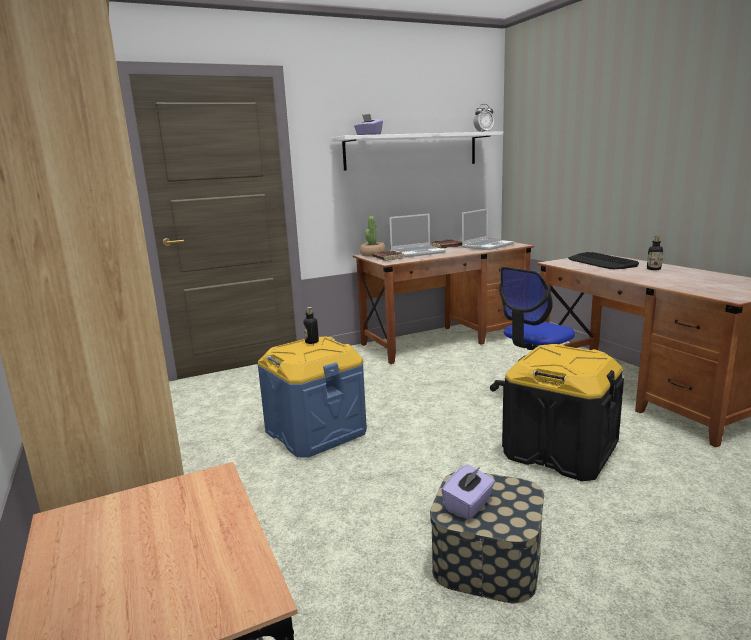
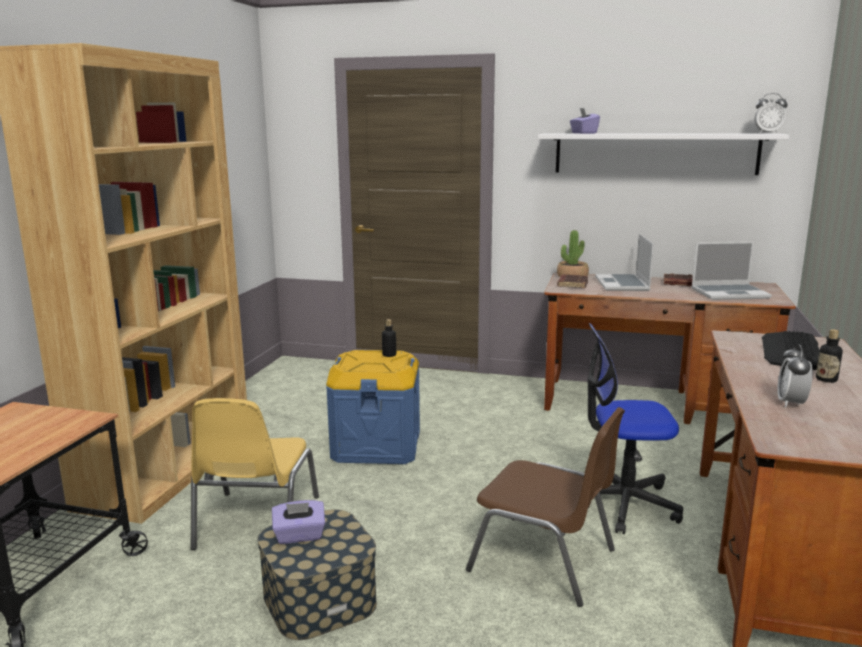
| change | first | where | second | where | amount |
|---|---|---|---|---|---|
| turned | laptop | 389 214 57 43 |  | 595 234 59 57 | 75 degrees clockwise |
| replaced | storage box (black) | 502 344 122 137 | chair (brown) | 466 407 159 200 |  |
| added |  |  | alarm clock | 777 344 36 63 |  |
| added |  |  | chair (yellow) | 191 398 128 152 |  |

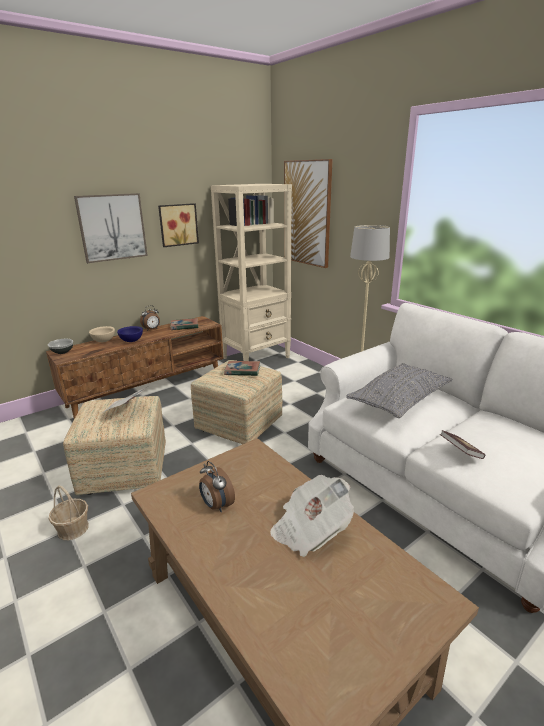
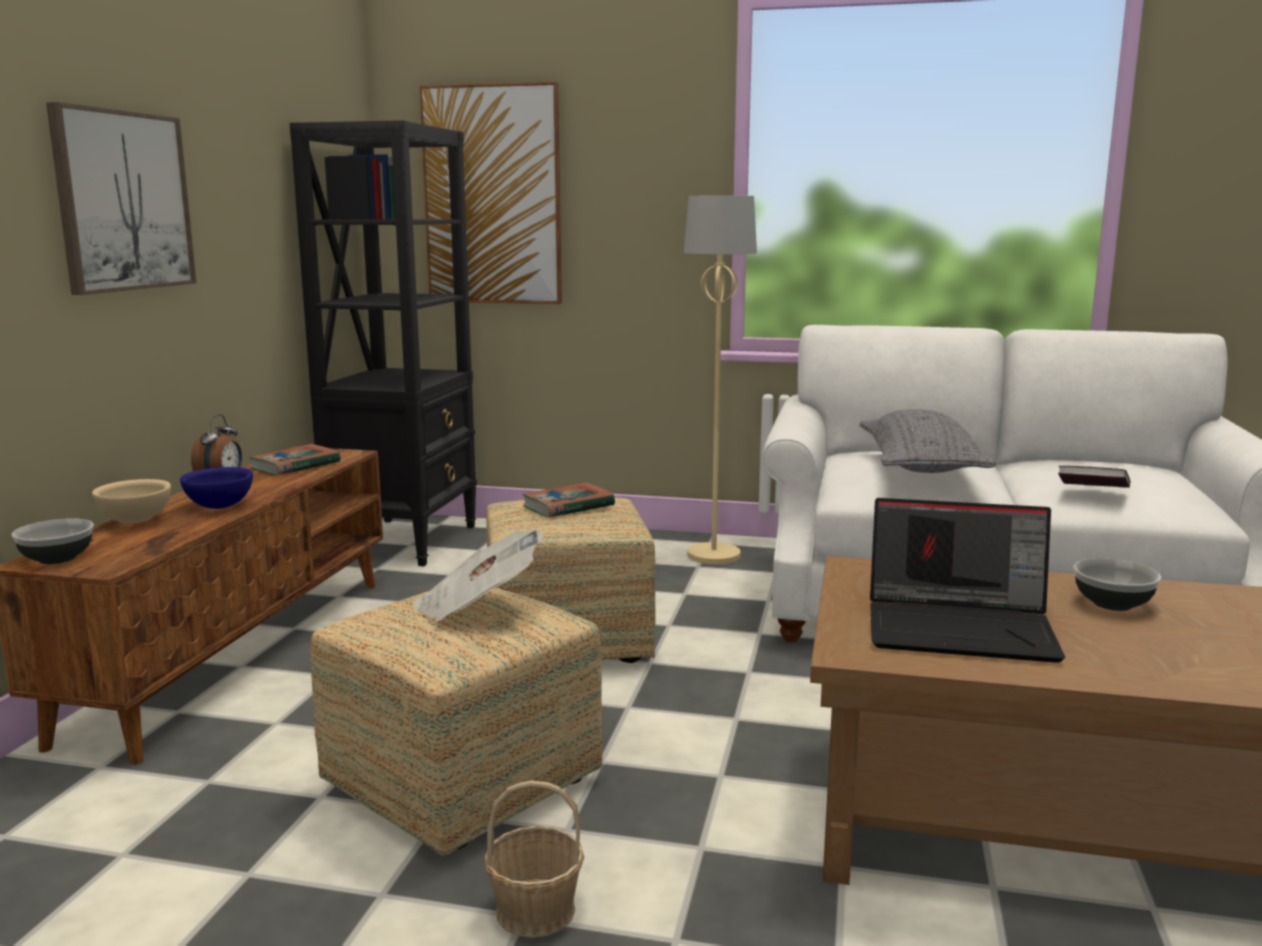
| change | first | where | second | where | amount |
|---|---|---|---|---|---|
| recoloured | bookcase (beige) | 211 184 81 177 | bookcase (black) | 290 120 187 446 |  |
| removed | picture | 158 203 41 44 |  |  |  |
| replaced | alarm clock | 199 461 36 51 | laptop | 870 498 195 165 |  |
| replaced | newspaper | 270 475 84 82 | bowl | 1073 558 88 53 |  |

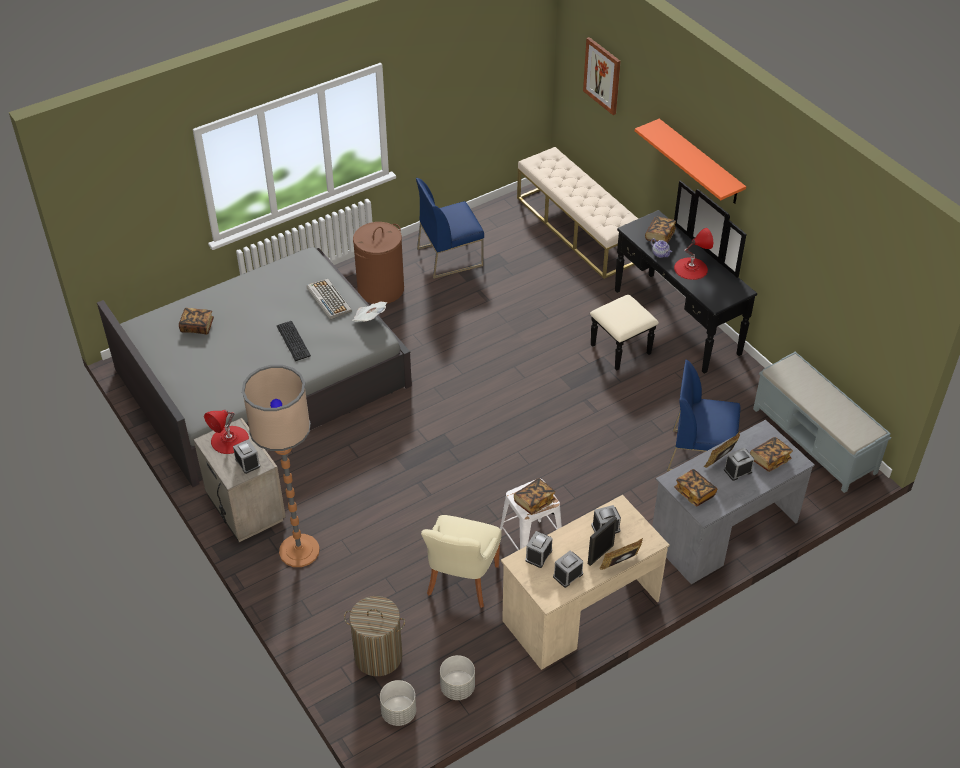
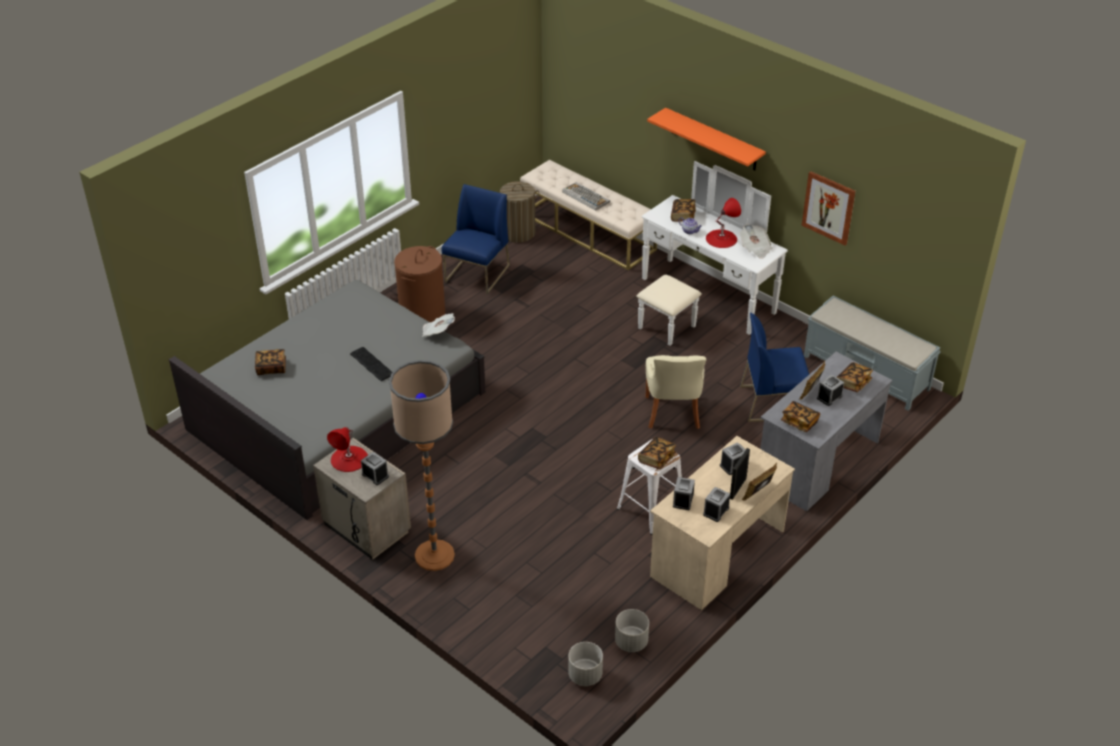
| change | first | where | second | where | amount |
|---|---|---|---|---|---|
| moved | picture | 583 37 38 78 |  | 802 171 54 74 |  |
| turned | chair (blue) | 416 178 68 101 |  | 442 184 68 110 | 150 degrees clockwise |
| recoloured | dresser (black) | 590 180 167 194 | dresser (white) | 636 161 152 185 |  |
| moved | keyboard | 307 278 45 42 |  | 562 182 48 29 |  |
| moved | chair (beige) | 421 515 81 93 |  | 646 355 60 74 |  |
| moved | laundry basket | 344 596 61 80 |  | 500 181 39 62 |  |
| added |  |  | newspaper | 740 224 33 35 |  |

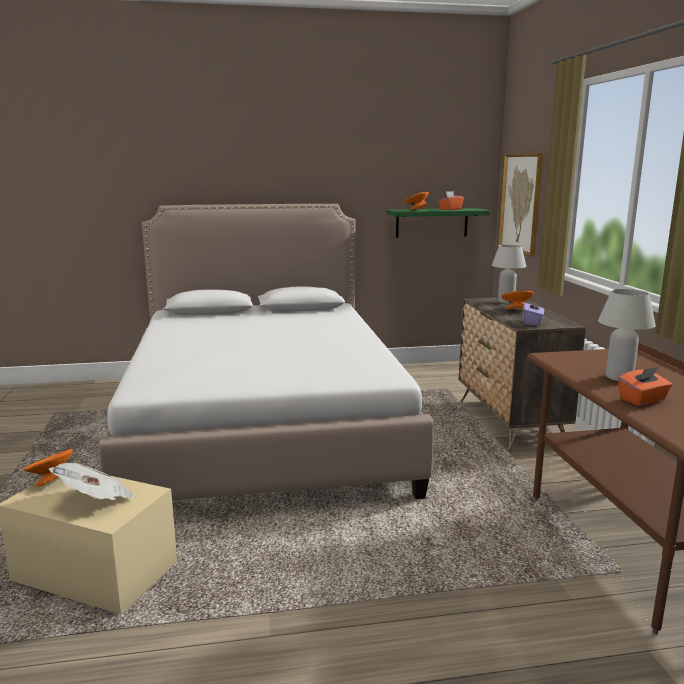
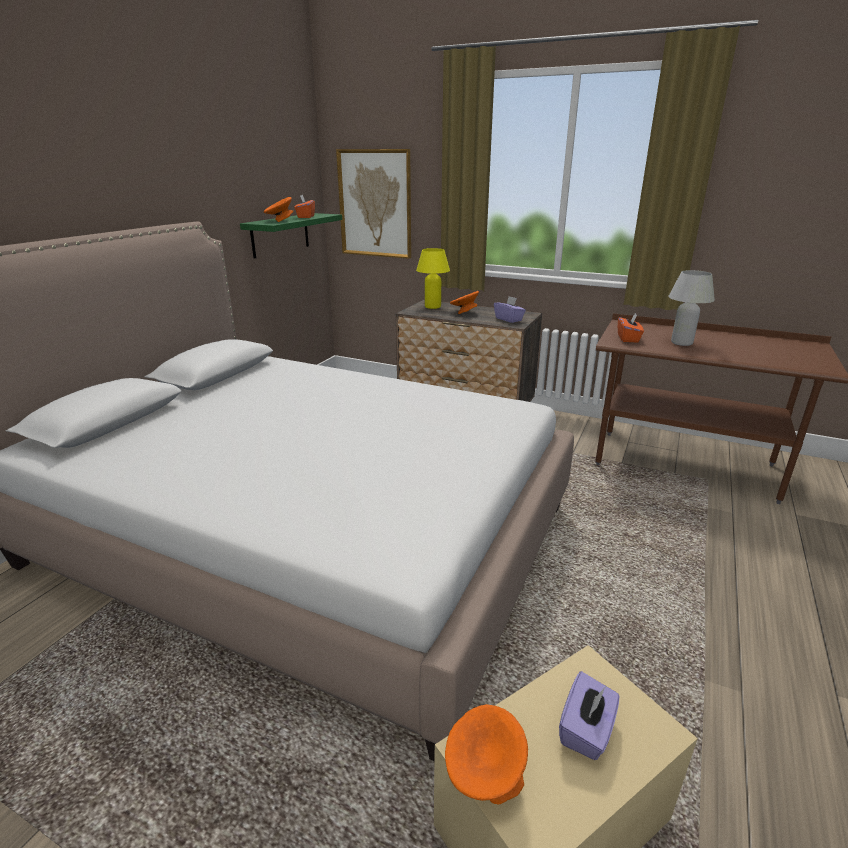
| change | first | where | second | where | amount |
|---|---|---|---|---|---|
| recoloured | table lamp (white) | 492 245 34 59 | table lamp (yellow) | 416 248 34 61 |  |
| moved | tissue box (orange) | 618 367 54 39 |  | 618 314 26 28 |  |
| replaced | newspaper | 49 463 87 37 | tissue box (purple) | 559 671 60 89 |  |

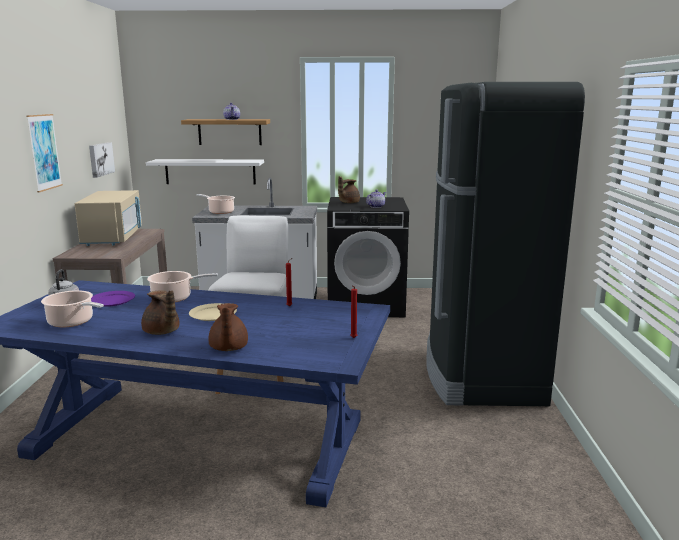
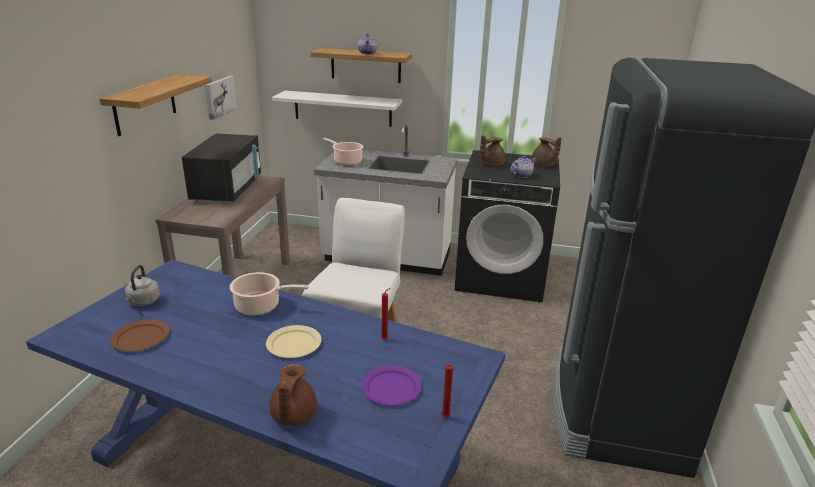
| change | first | where | second | where | amount |
|---|---|---|---|---|---|
| replaced | picture | 26 114 37 78 | shelf | 100 74 112 62 |  |
| recoloured | microwave (beige) | 75 190 67 56 | microwave (black) | 182 134 79 69 |  |
| replaced | cooking pot | 41 290 63 37 | plate (brown) | 110 319 60 33 |  |
| moved | teapot (brown) | 141 290 39 45 |  | 531 137 31 29 |  |
| moved | plate (purple) | 91 291 44 16 |  | 362 365 60 40 |  |

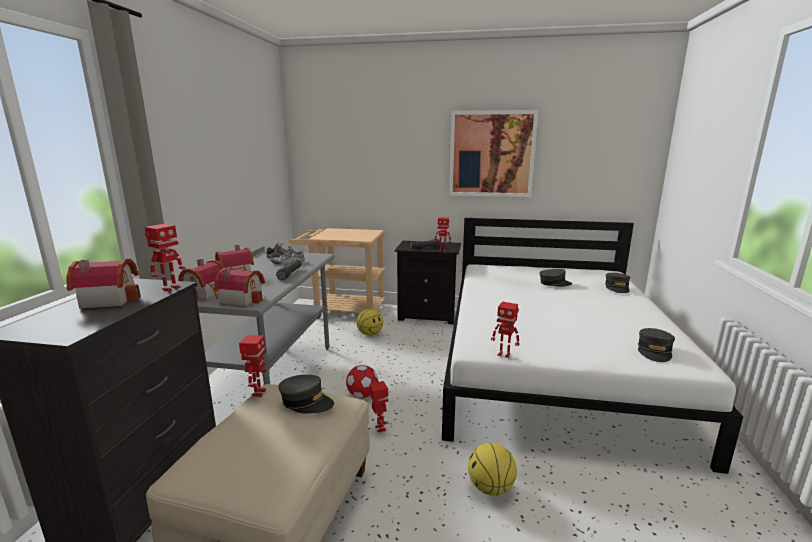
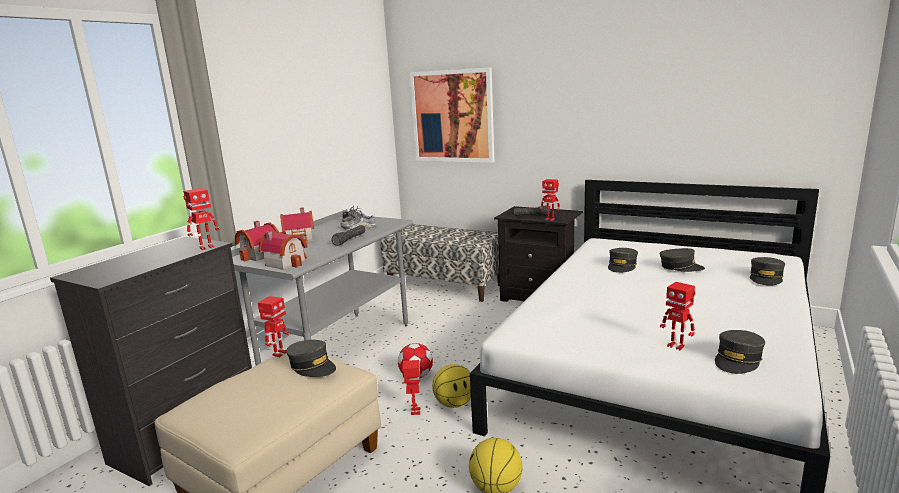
| change | first | where | second | where | amount |
|---|---|---|---|---|---|
| moved | picture | 449 110 89 87 |  | 410 67 84 96 |  |
| replaced | cart (beige) | 289 228 97 91 | bench | 380 224 120 78 |  |
| removed | toy house | 66 259 75 50 |  |  |  |
| moved | toy robot | 491 301 28 57 |  | 660 282 36 69 |  |
| moved | basketball | 356 309 27 26 |  | 432 364 39 44 |  |
| added |  |  | cap (grey) | 608 248 30 25 |  |

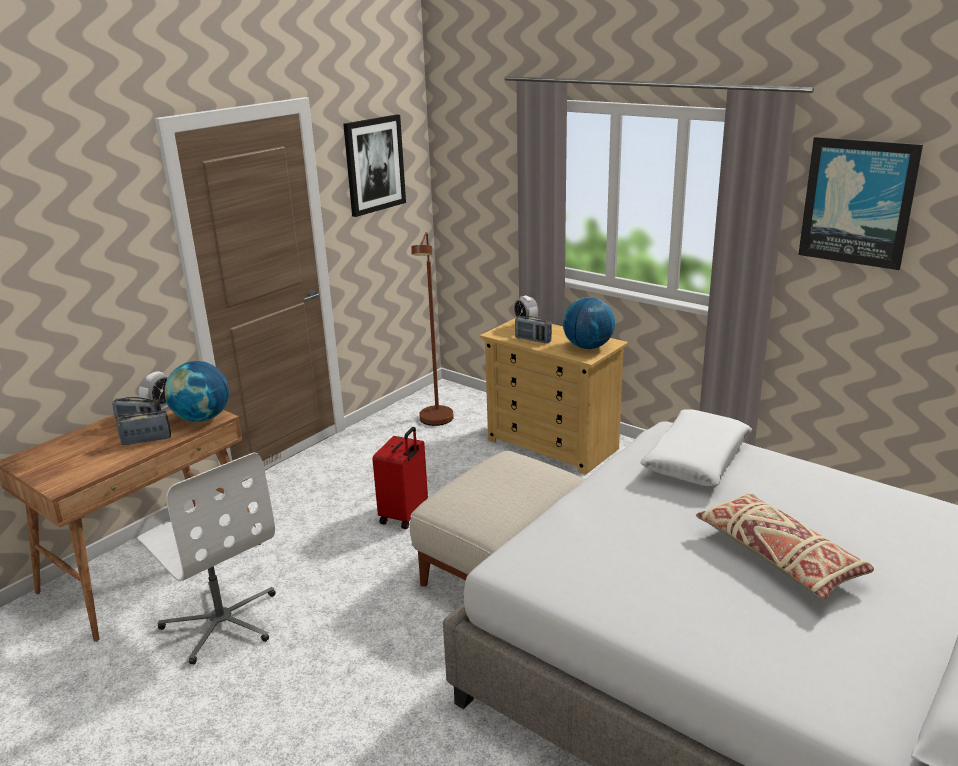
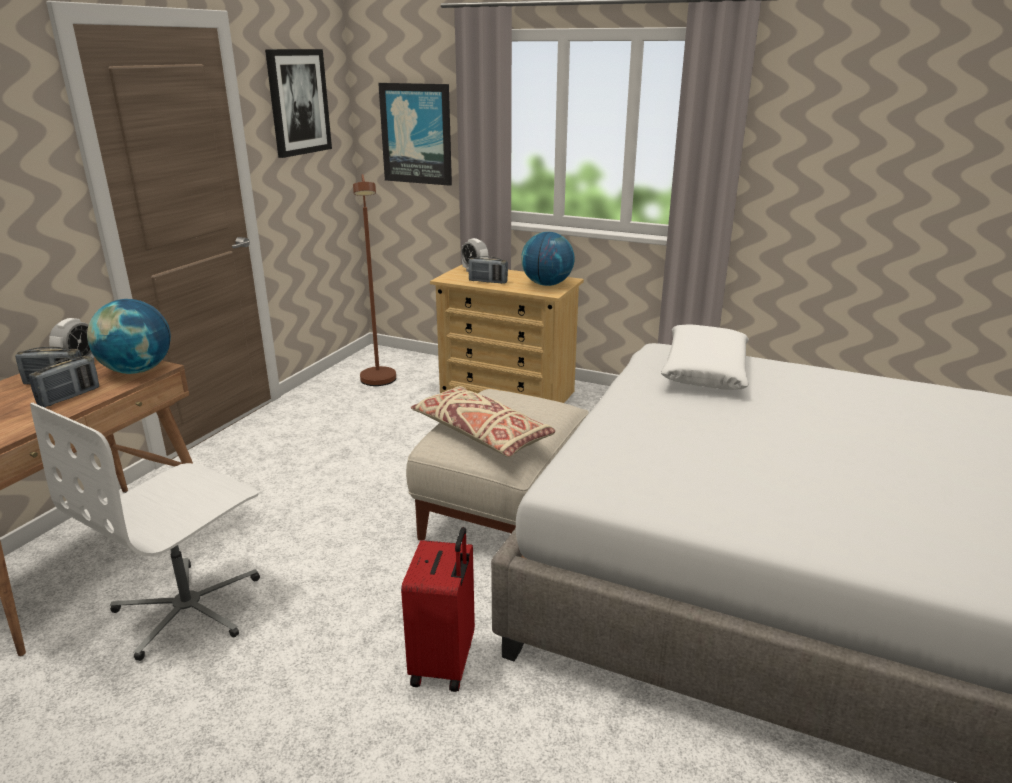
| change | first | where | second | where | amount |
|---|---|---|---|---|---|
| moved | picture | 798 137 125 133 |  | 378 83 74 103 |  |
| turned | radio | 116 411 55 34 |  | 29 356 70 52 | 150 degrees clockwise |
| moved | suitcase (red) | 372 427 56 102 |  | 401 527 74 165 |  |
| turned | office chair (white) | 138 452 138 212 |  | 30 403 230 258 | 90 degrees clockwise |
| moved | pillow (beige) | 696 493 178 106 |  | 411 386 144 71 |  |

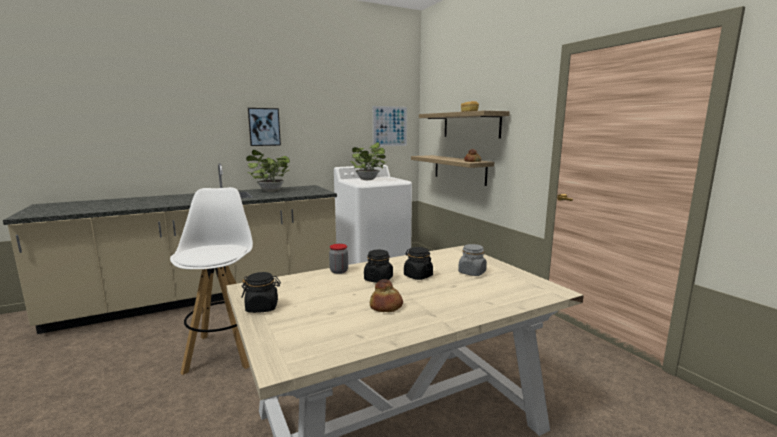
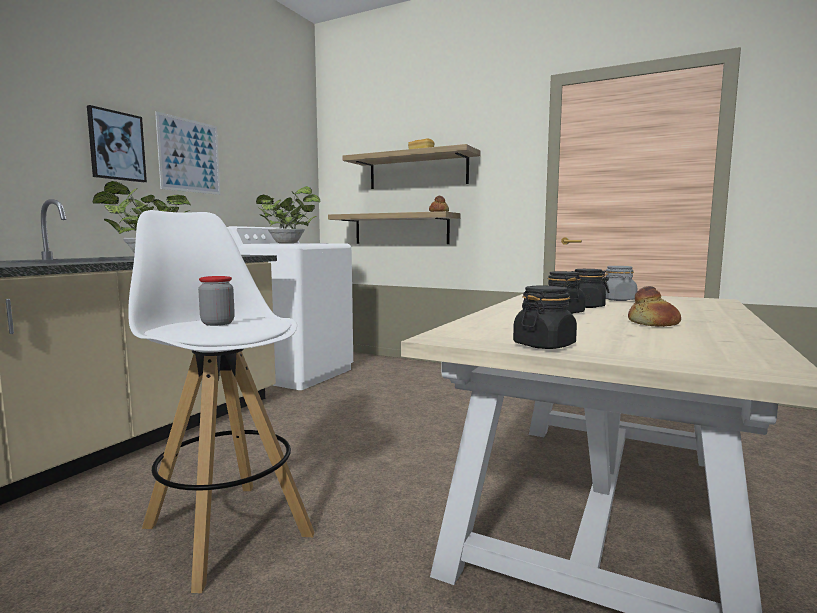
| change | first | where | second | where | amount |
|---|---|---|---|---|---|
| moved | picture | 372 106 35 40 |  | 155 111 65 84 |  |
| moved | jar | 329 244 19 30 |  | 198 276 37 50 |  |

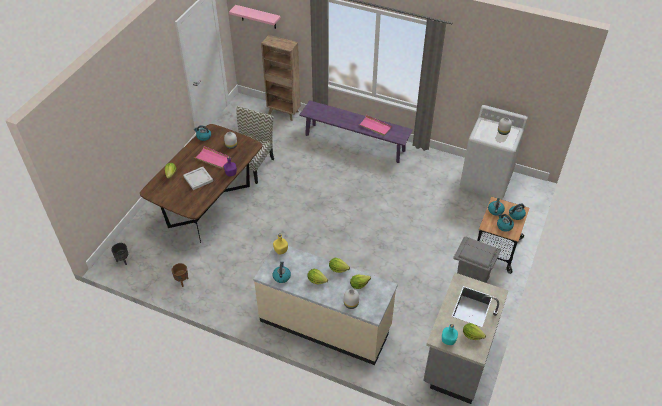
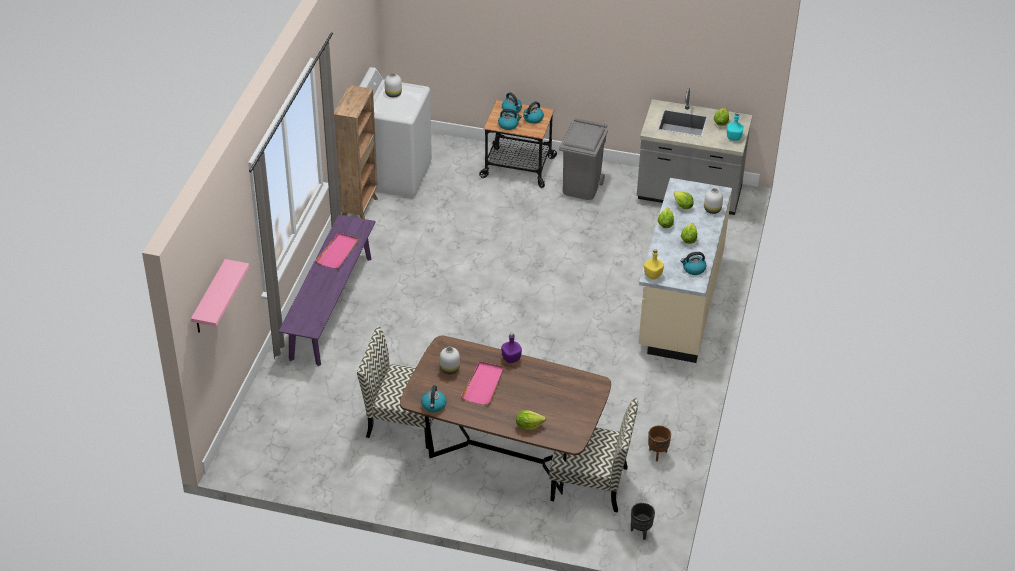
| change | first | where | second | where | amount |
|---|---|---|---|---|---|
| moved | bookcase (brown) | 261 35 40 86 |  | 334 85 44 134 |  |
| removed | tray (white) | 183 167 30 23 |  |  |  |
| added |  |  | chair | 549 398 89 115 |  |

